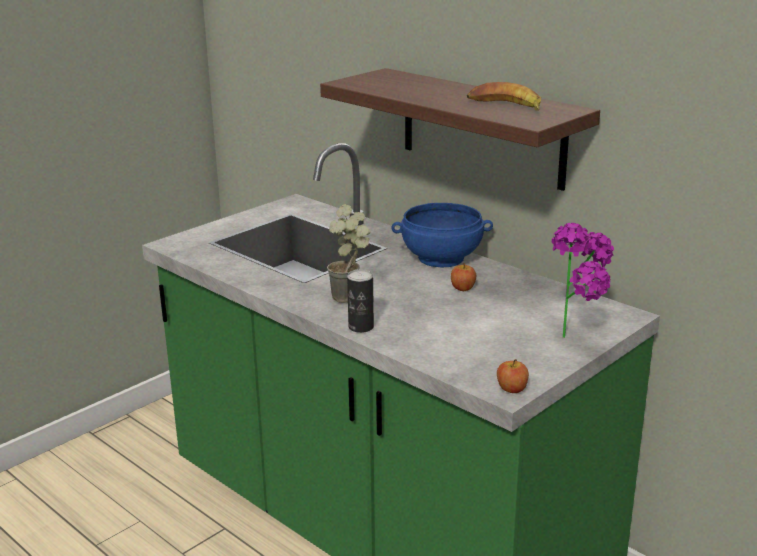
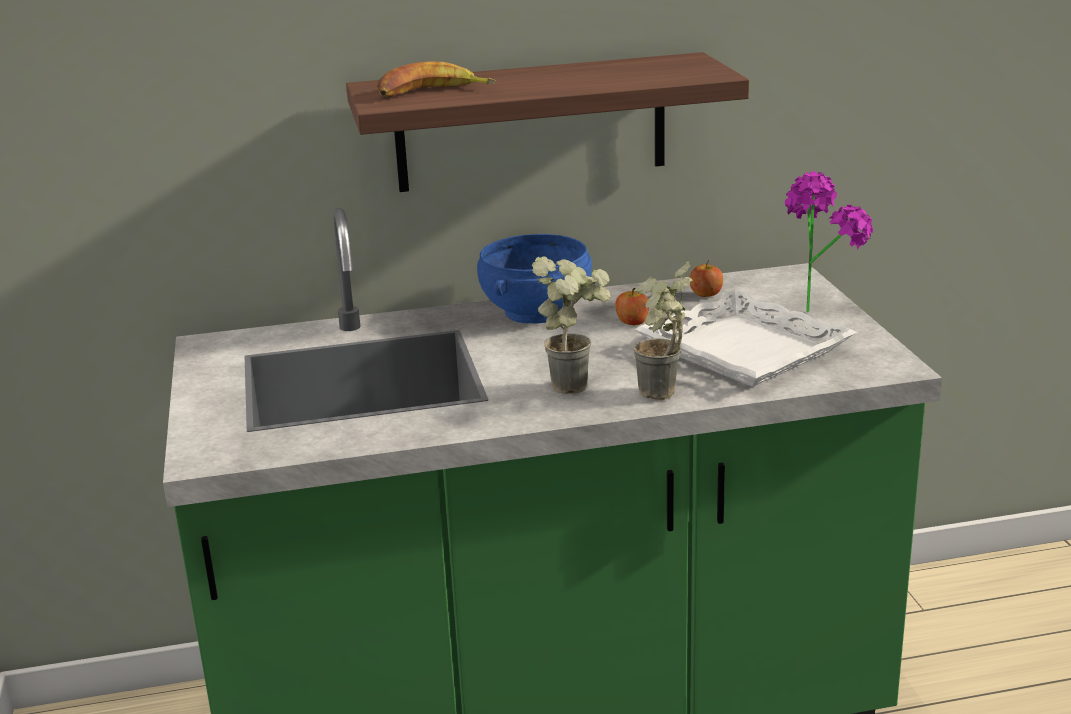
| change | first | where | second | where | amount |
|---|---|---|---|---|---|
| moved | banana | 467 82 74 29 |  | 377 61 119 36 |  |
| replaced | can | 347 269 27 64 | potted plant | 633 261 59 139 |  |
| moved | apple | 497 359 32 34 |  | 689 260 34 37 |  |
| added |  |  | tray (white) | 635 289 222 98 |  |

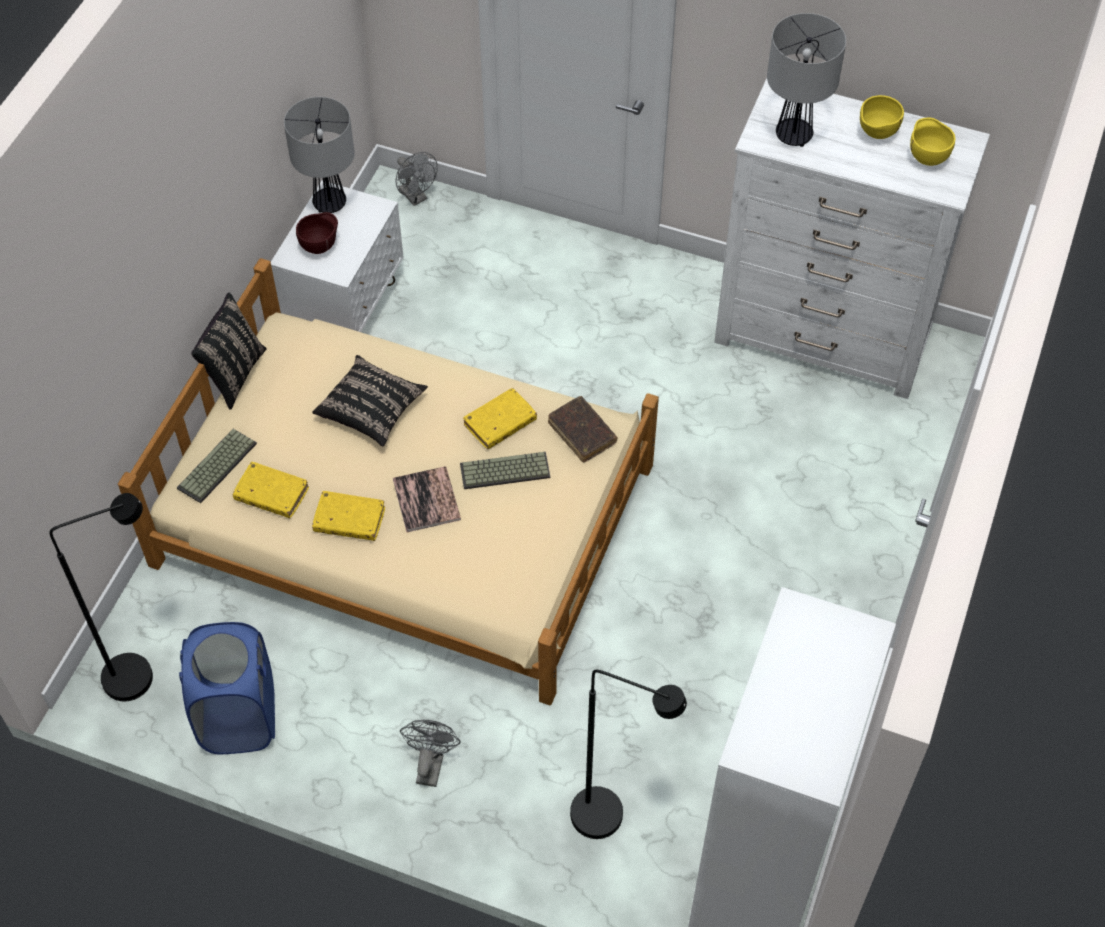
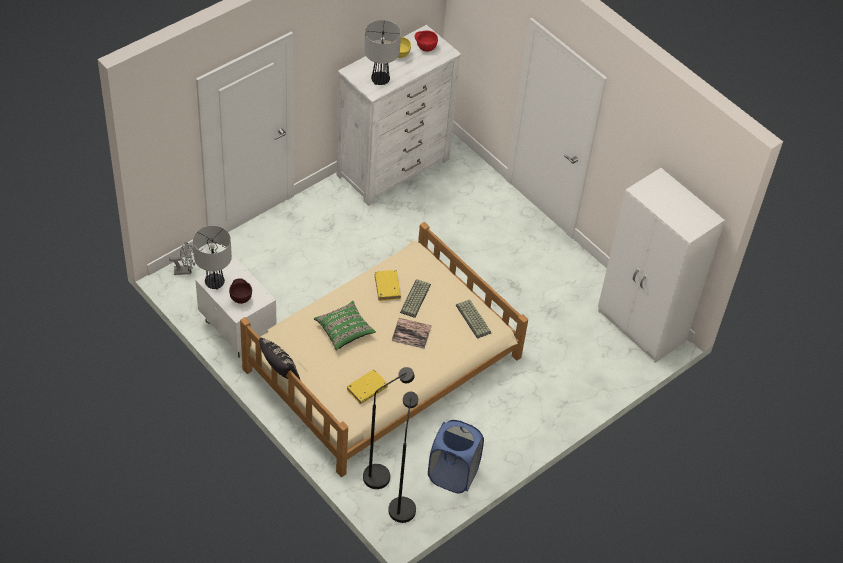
| change | first | where | second | where | amount |
|---|---|---|---|---|---|
| recoloured | bowl (yellow) | 910 118 45 48 | bowl (red) | 414 30 24 22 |  |
| recoloured | pillow (black) | 312 355 116 91 | pillow (green) | 314 301 62 49 |  |
| removed | book (brown) | 548 396 69 67 |  |  |  |
| moved | keyboard | 177 429 80 74 |  | 456 299 36 40 |  |
| removed | book (yellow) | 312 491 73 50 |  |  |  |
| moved | floor lamp (black) | 570 670 117 169 |  | 363 367 52 122 |  |
| removed | fan (grey) | 400 720 61 67 |  |  |  |

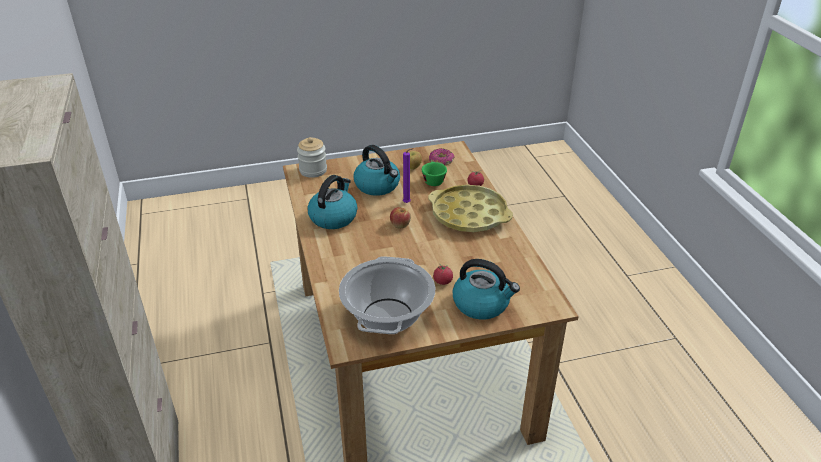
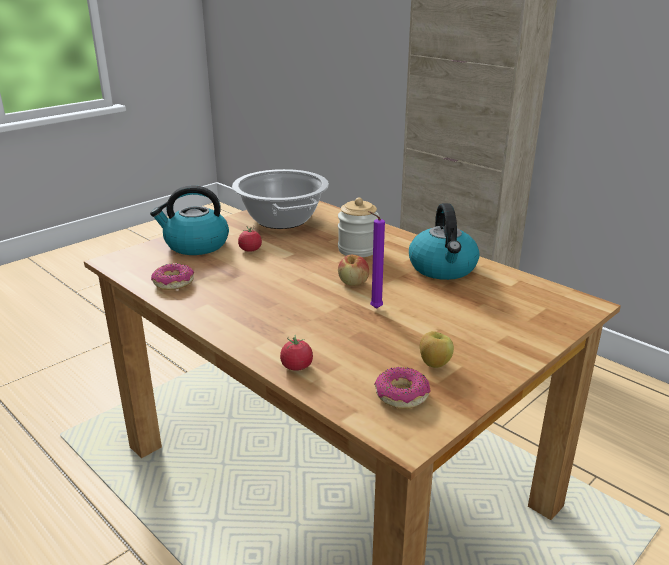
| change | first | where | second | where | amount |
|---|---|---|---|---|---|
| moved | jar | 297 137 30 41 |  | 338 198 41 59 |  |
| removed | kettle | 354 145 46 51 |  |  |  |
| removed | cup (green) | 422 162 25 24 |  |  |  |
| removed | tray (yellow) | 428 185 85 47 |  |  |  |
| added |  |  | donut | 151 263 43 27 |  |

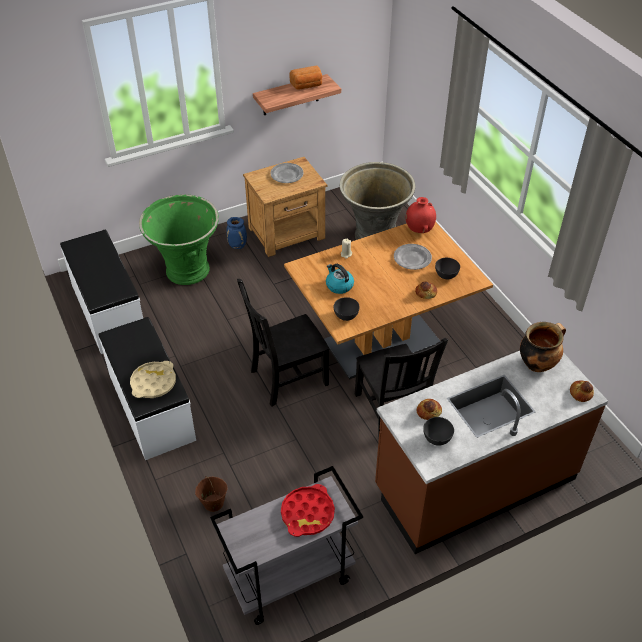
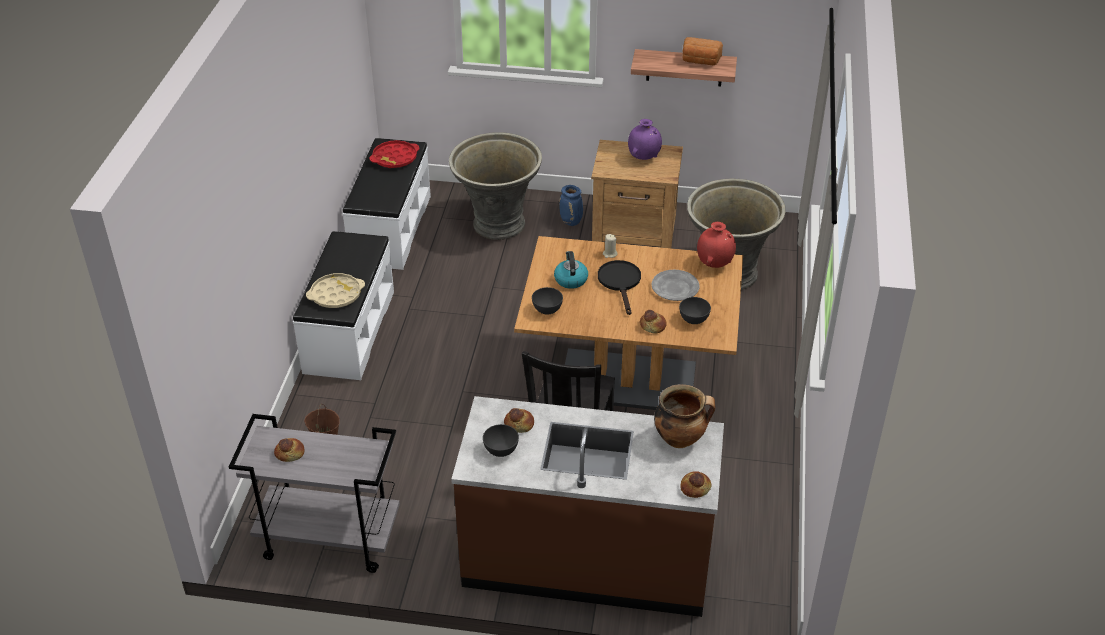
| change | first | where | second | where | amount |
|---|---|---|---|---|---|
| replaced | plate (grey) | 270 163 34 20 | vase (purple) | 628 119 34 41 |  |
| recoloured | planter (green) | 139 194 80 91 | planter (grey) | 449 132 93 108 |  |
| removed | chair (black) | 237 279 92 128 |  |  |  |
| moved | tray (red) | 281 484 54 53 |  | 369 140 50 28 |  |
| added |  |  | frying pan (black) | 598 260 43 55 |  |
| added |  |  | bread | 274 438 31 24 |  |

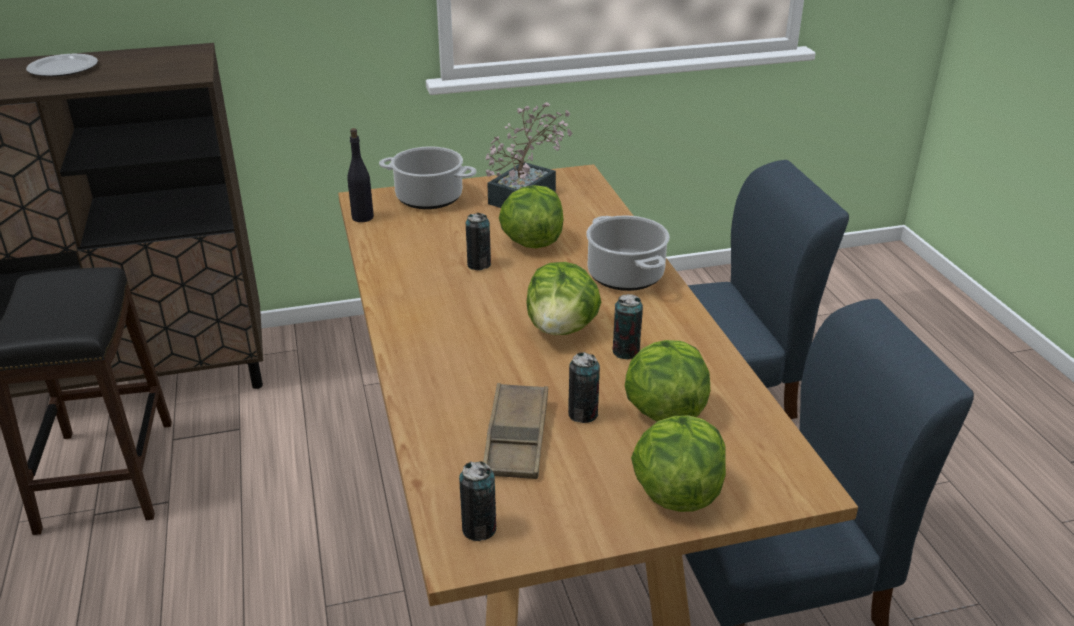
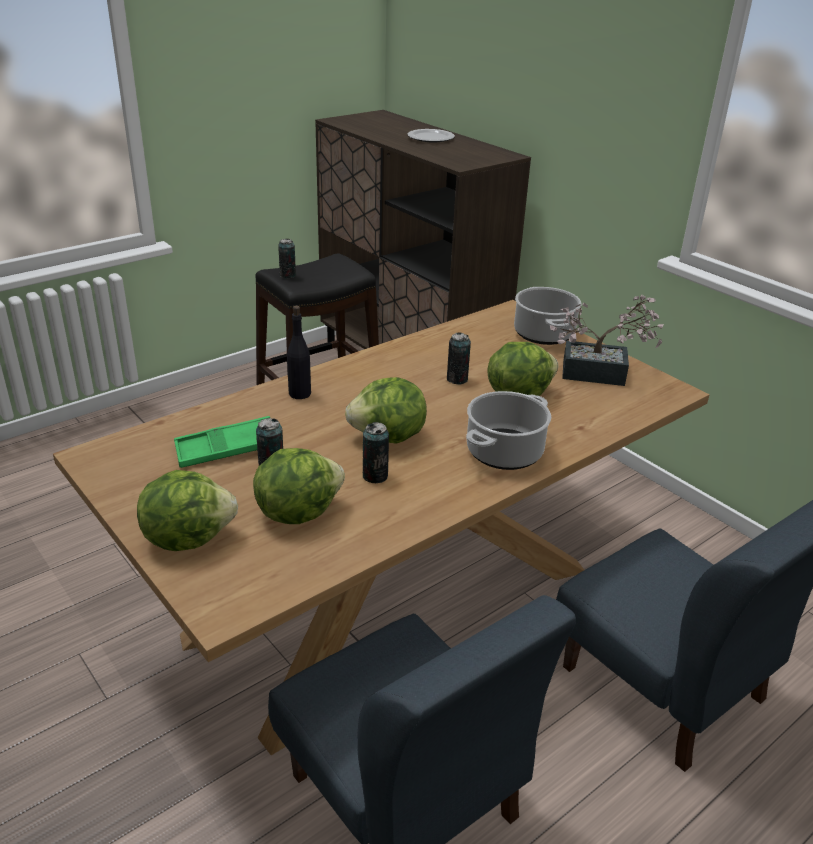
| change | first | where | second | where | amount |
|---|---|---|---|---|---|
| moved | bottle (black) | 347 128 27 94 |  | 287 306 24 93 |  |
| recoloured | tray (brown) | 483 383 65 96 | tray (green) | 174 416 96 52 |  |
| moved | can | 459 461 38 80 |  | 278 239 18 40 |  |

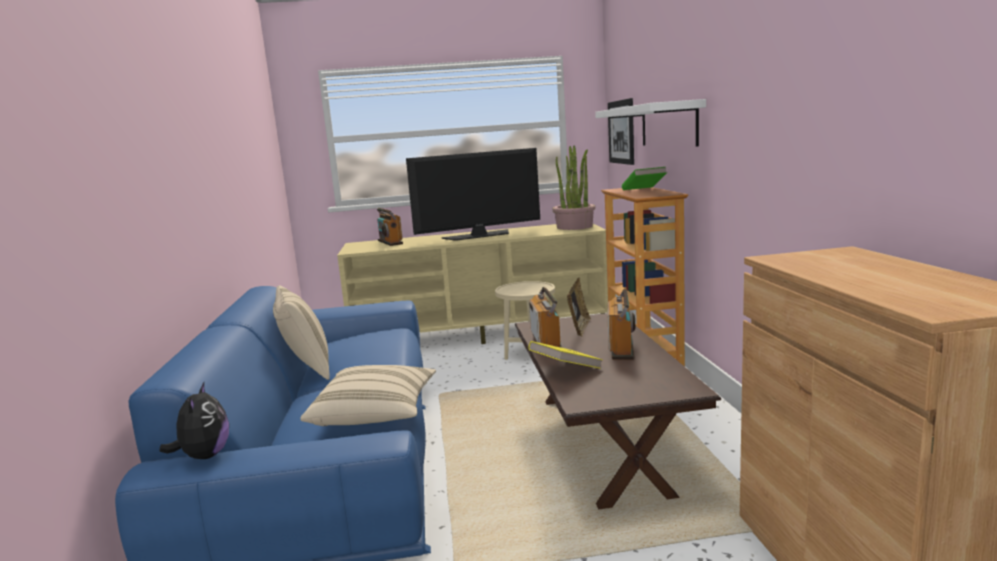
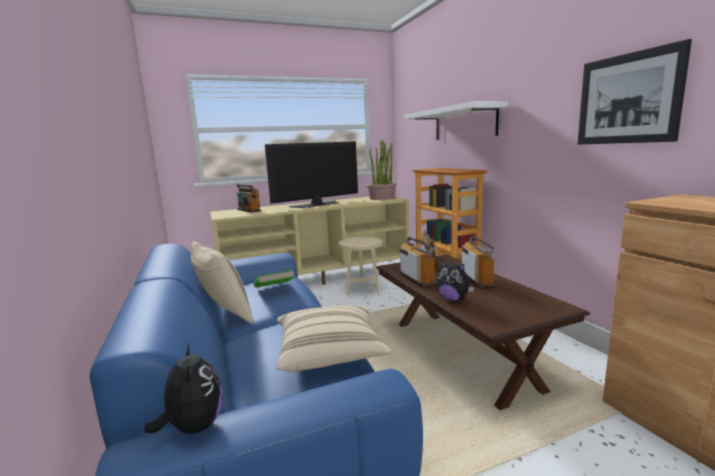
| change | first | where | second | where | amount |
|---|---|---|---|---|---|
| moved | picture | 608 98 26 67 |  | 578 39 114 106 |  |
| moved | book (green) | 622 167 45 23 |  | 254 270 41 18 |  |
| replaced | book (yellow) | 529 341 73 28 | plush toy | 437 260 37 41 |  |

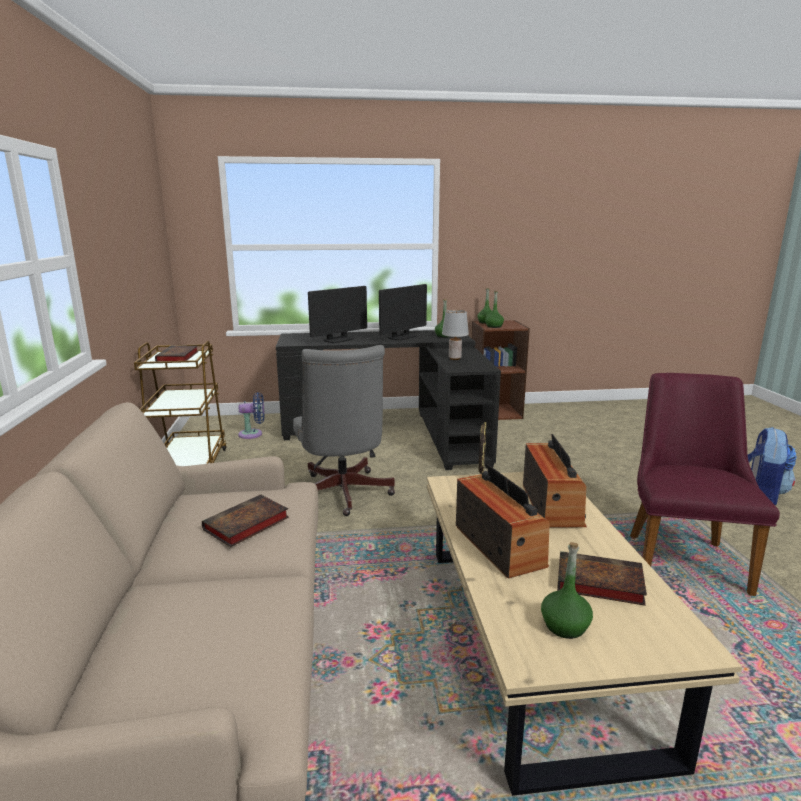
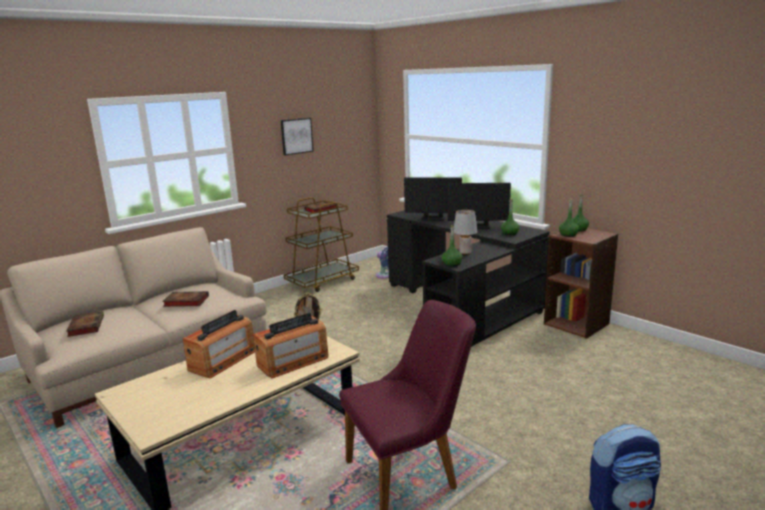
| change | first | where | second | where | amount |
|---|---|---|---|---|---|
| removed | office chair (grey) | 293 345 102 171 |  |  |  |
| moved | bottle (green) | 541 542 52 97 |  | 442 226 21 40 |  |
| moved | book | 557 551 90 55 |  | 66 311 38 26 |  |
| added |  |  | picture | 280 118 34 37 |  |

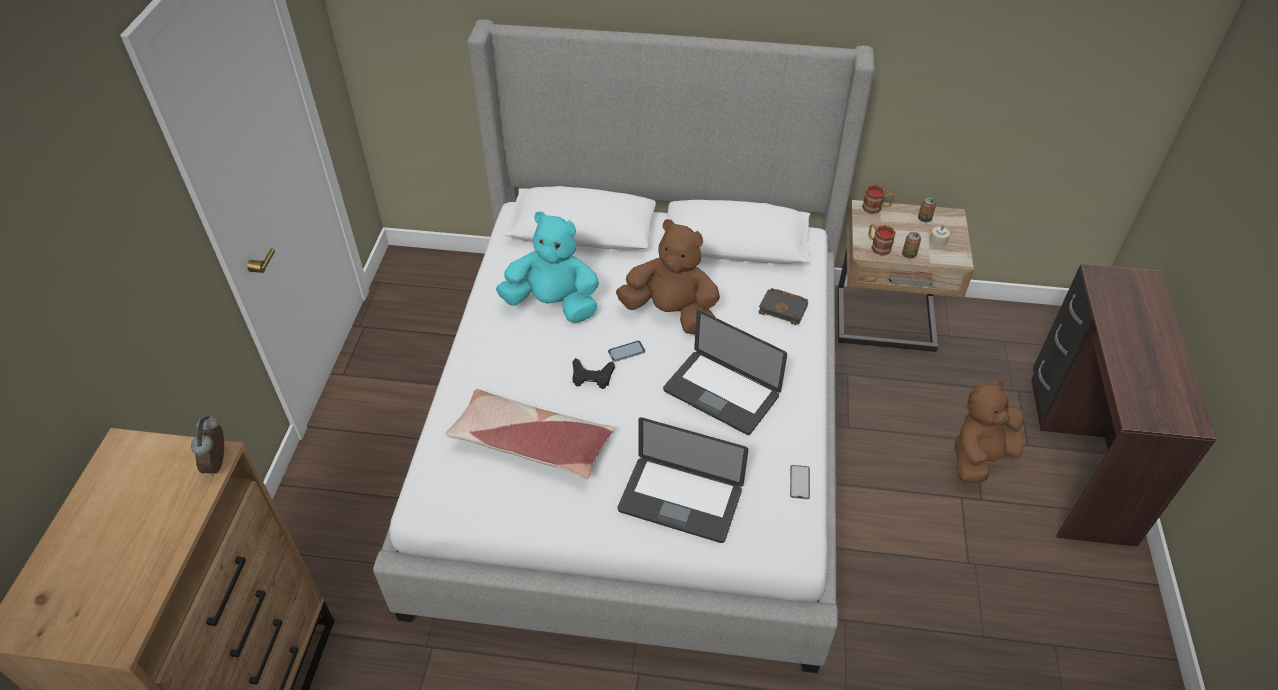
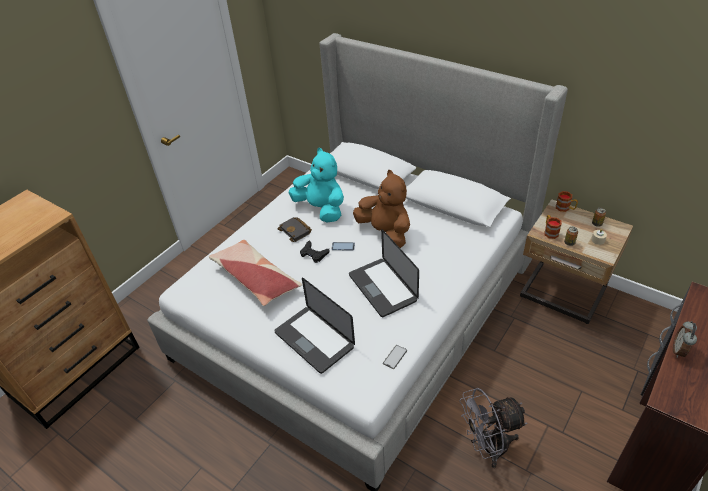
| change | first | where | second | where | amount |
|---|---|---|---|---|---|
| moved | book (black) | 758 288 50 37 |  | 277 217 35 25 |  |
| removed | plush toy (brown) | 954 380 70 103 |  |  |  |
| moved | alarm clock | 191 415 33 61 |  | 673 321 24 37 |  |
| added |  |  | fan (grey) | 459 388 68 80 |  |

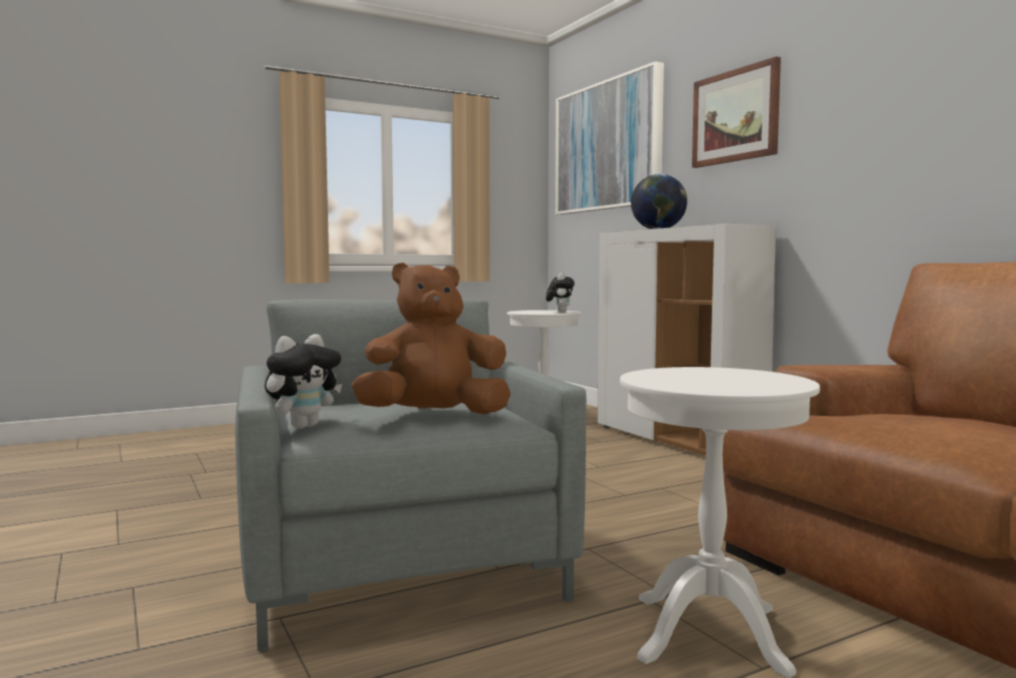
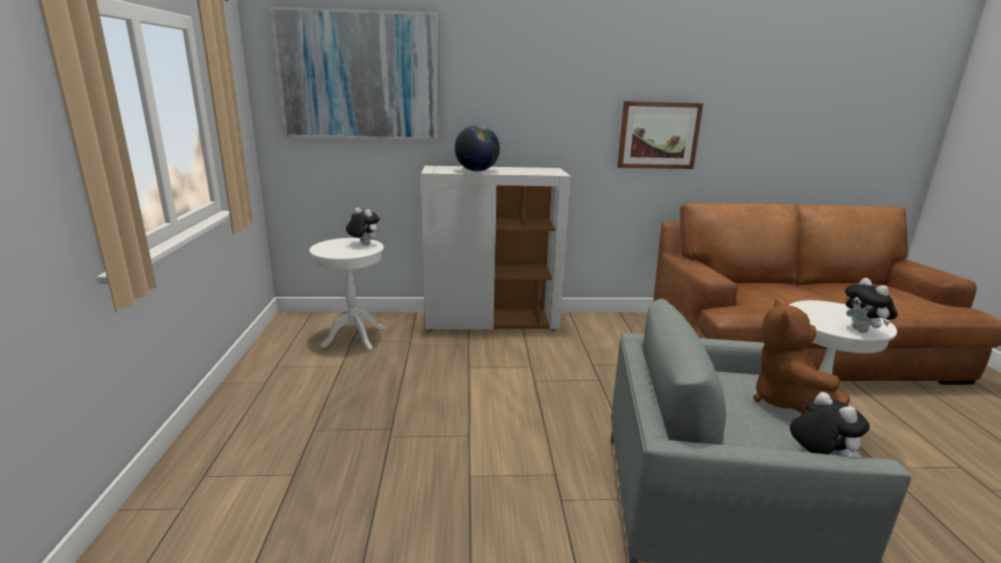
| change | first | where | second | where | amount |
|---|---|---|---|---|---|
| moved | picture | 692 56 89 112 |  | 617 101 86 68 |  |
| added |  |  | plush toy | 845 278 53 55 |  |

